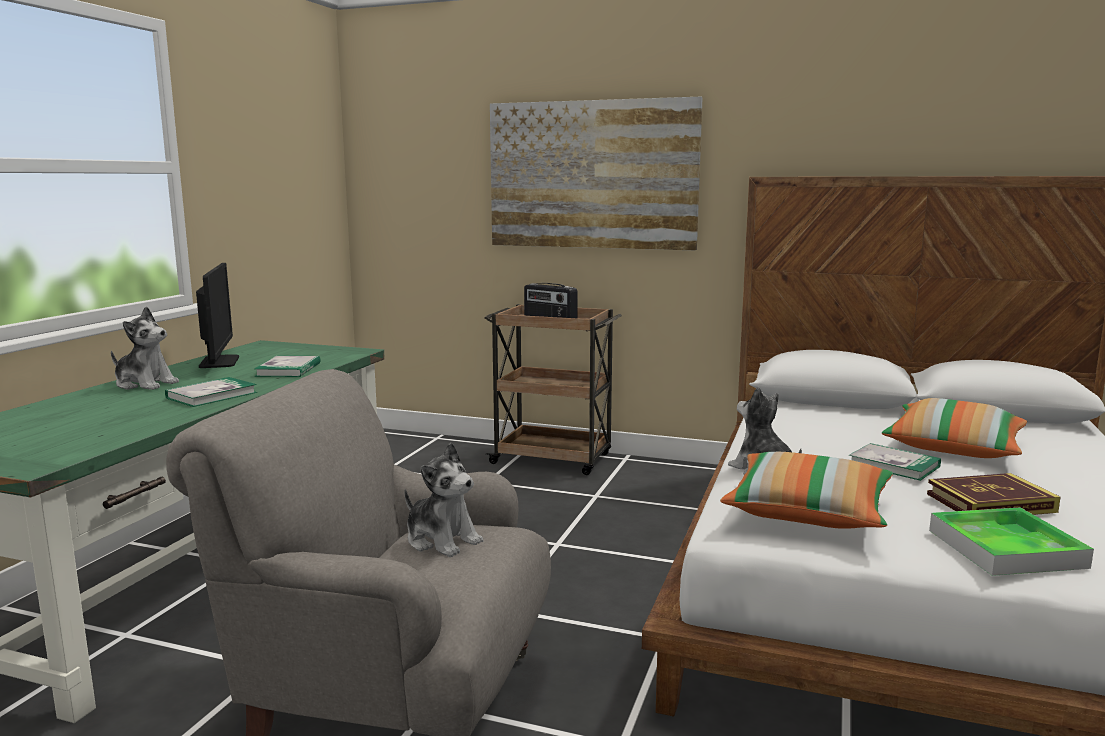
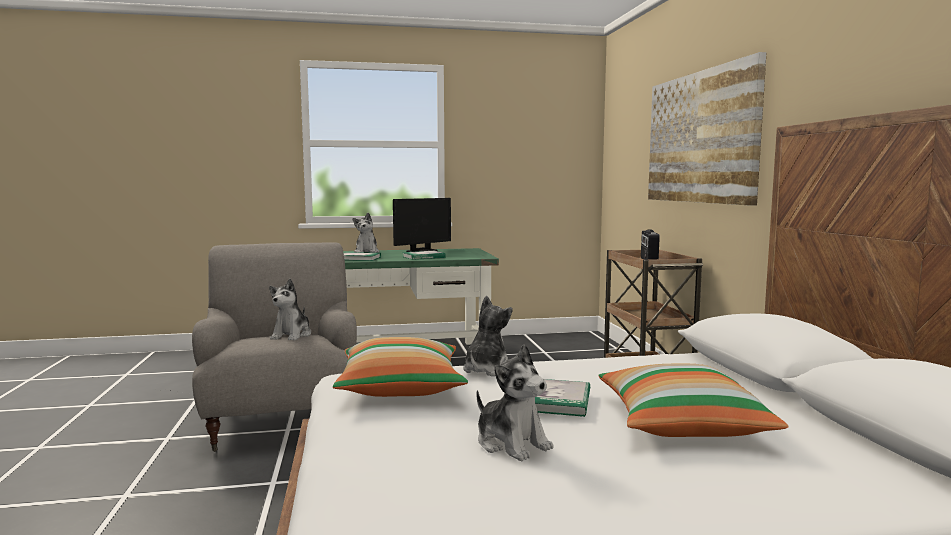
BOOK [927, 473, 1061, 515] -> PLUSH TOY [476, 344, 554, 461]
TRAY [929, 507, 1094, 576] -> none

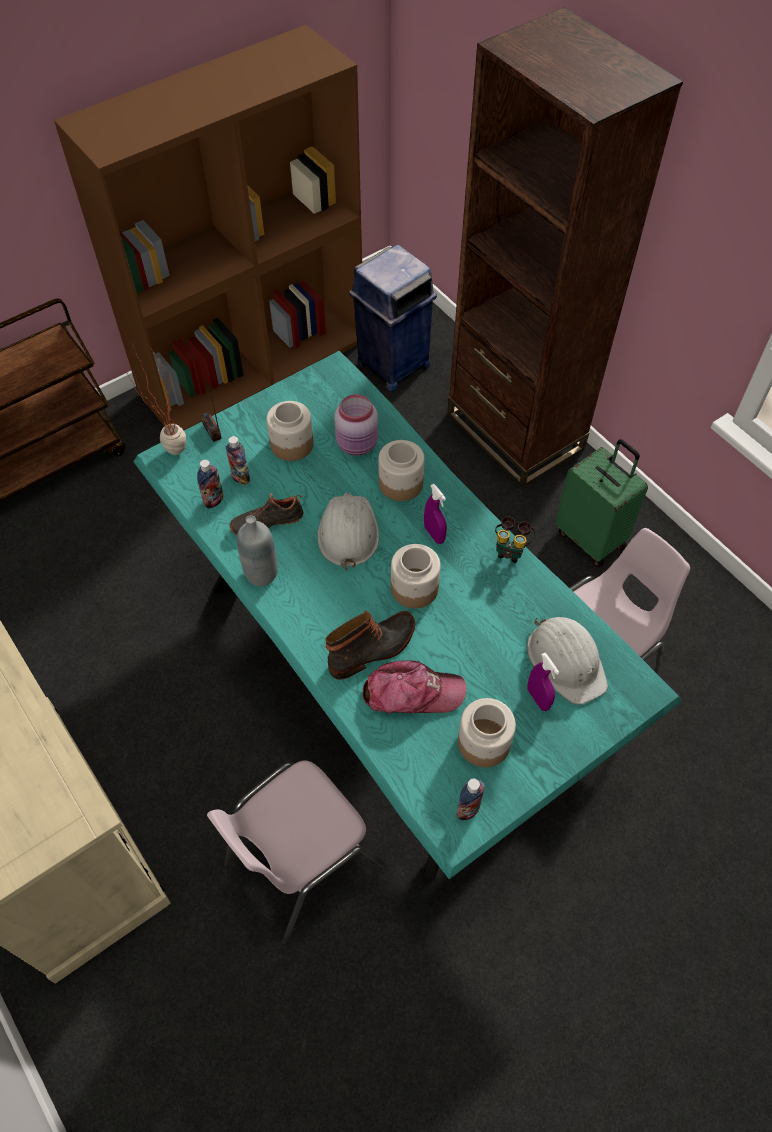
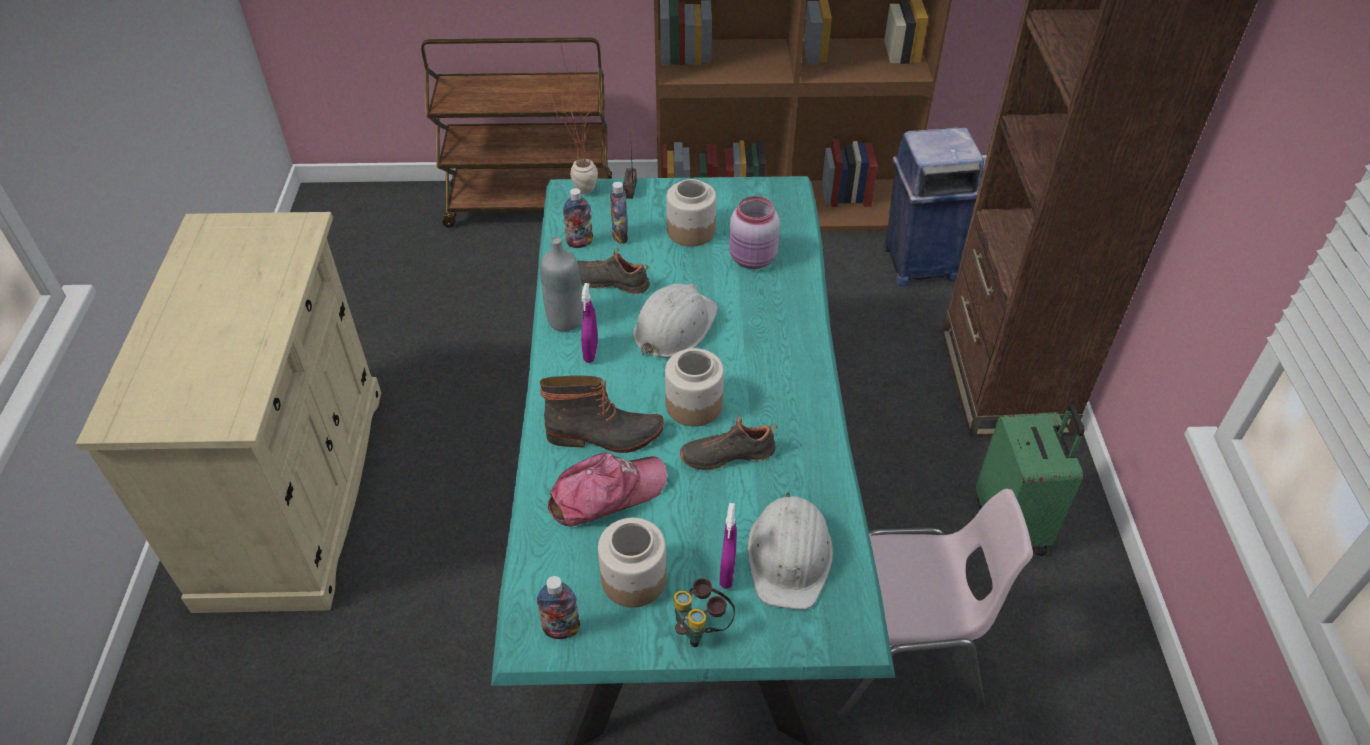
PINK CHAIR [207, 760, 386, 945] -> none
CAP [363, 661, 467, 714] -> CAP [548, 453, 667, 527], 60 degrees counterclockwise
JAR [378, 440, 425, 501] -> none
PURPLE SPRAY BOTTLE [424, 484, 447, 544] -> PURPLE SPRAY BOTTLE [581, 283, 598, 363], moved
BINOCULARS [495, 516, 535, 563] -> BINOCULARS [674, 578, 735, 647], moved
none -> BLACK SHOE [680, 417, 778, 471]

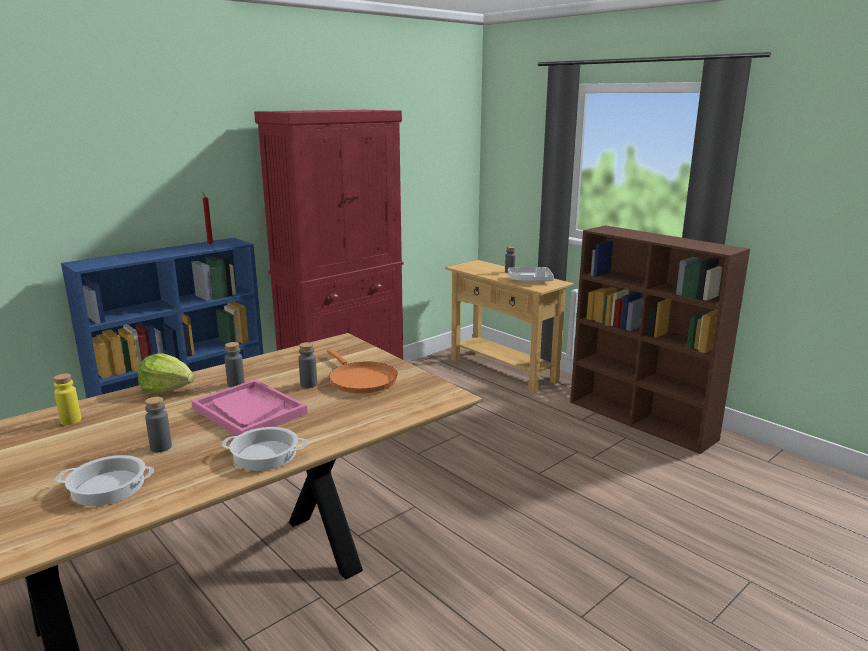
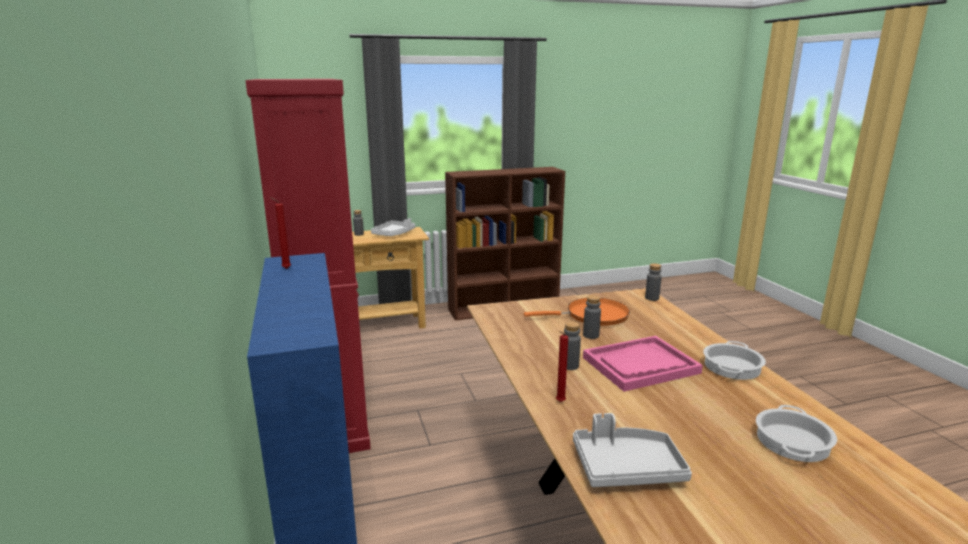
YELLOW BOTTLE [53, 373, 81, 425] -> GREY TRAY [573, 413, 692, 487]
LETTUCE [138, 353, 195, 393] -> RED CANDLE [556, 331, 568, 402]
GREY BOTTLE [145, 397, 172, 452] -> GREY BOTTLE [645, 263, 662, 301], moved

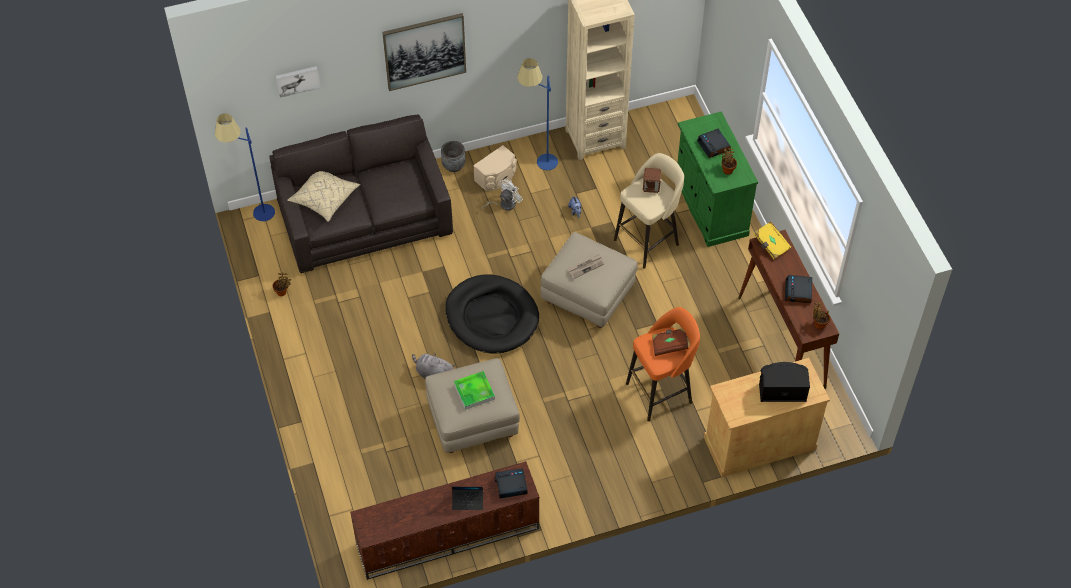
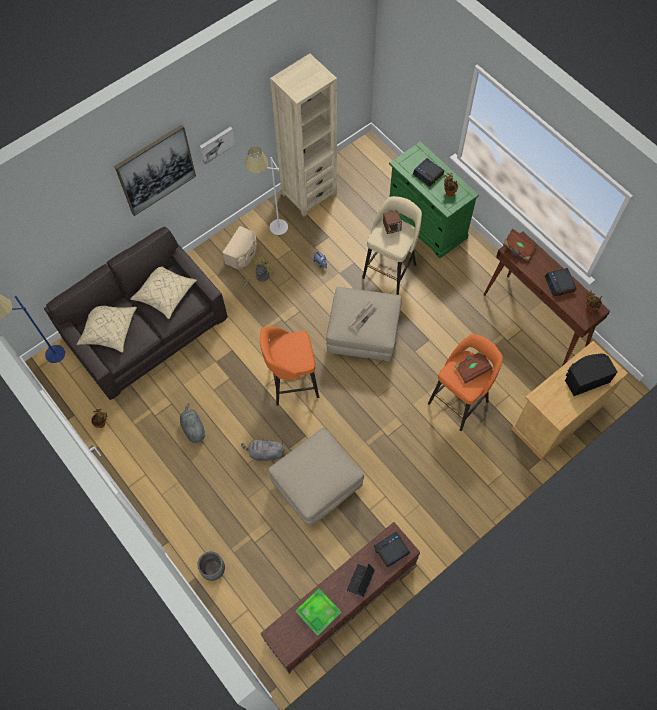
PICTURE [276, 66, 320, 98] -> PICTURE [200, 127, 235, 165], moved
GREY PLANTER [441, 141, 465, 172] -> GREY PLANTER [197, 551, 225, 581], moved
BLACK DOG BED [445, 274, 539, 354] -> ORANGE STOOL [260, 326, 319, 406]
LAPTOP [452, 487, 483, 510] -> LAPTOP [347, 564, 375, 597], 135 degrees clockwise
TRAY [454, 371, 495, 410] -> TRAY [296, 588, 341, 636], moved
WHITE FAN [480, 179, 523, 211] -> YELLOW FAN [242, 256, 275, 288]
BLUE FLOOR LAMP [517, 58, 558, 170] -> WHITE FLOOR LAMP [245, 147, 288, 235]
YELLOW BOOK [754, 222, 791, 259] -> BROWN BOOK [503, 229, 537, 262]
none -> BEIGE PILLOW [130, 266, 197, 319]
none -> GREY PLUSH TOY [180, 403, 205, 443]

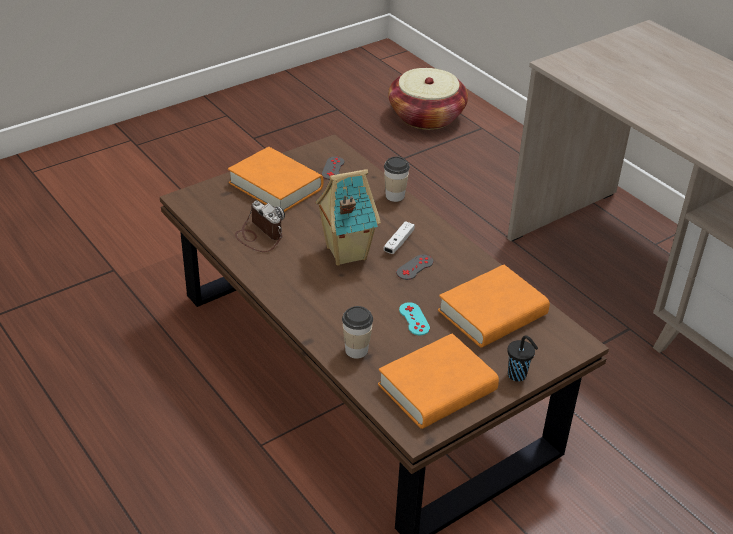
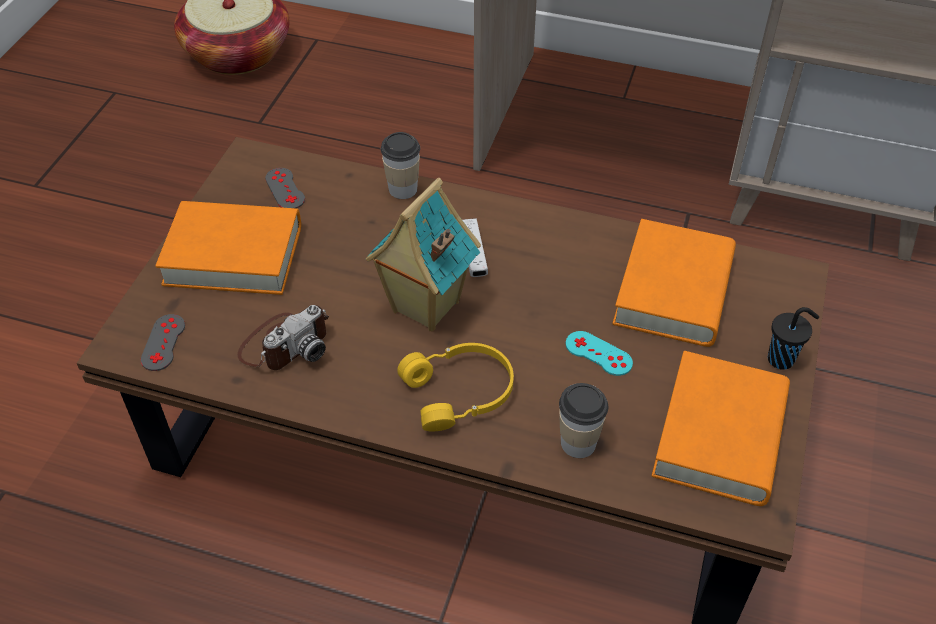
PHOTO CAMERA [235, 201, 285, 252] -> PHOTO CAMERA [237, 305, 329, 370], 120 degrees clockwise
GREY GAME CONTROLLER [396, 255, 433, 280] -> GREY GAME CONTROLLER [141, 314, 185, 371], moved
none -> YELLOW HEADPHONES [397, 343, 514, 431]

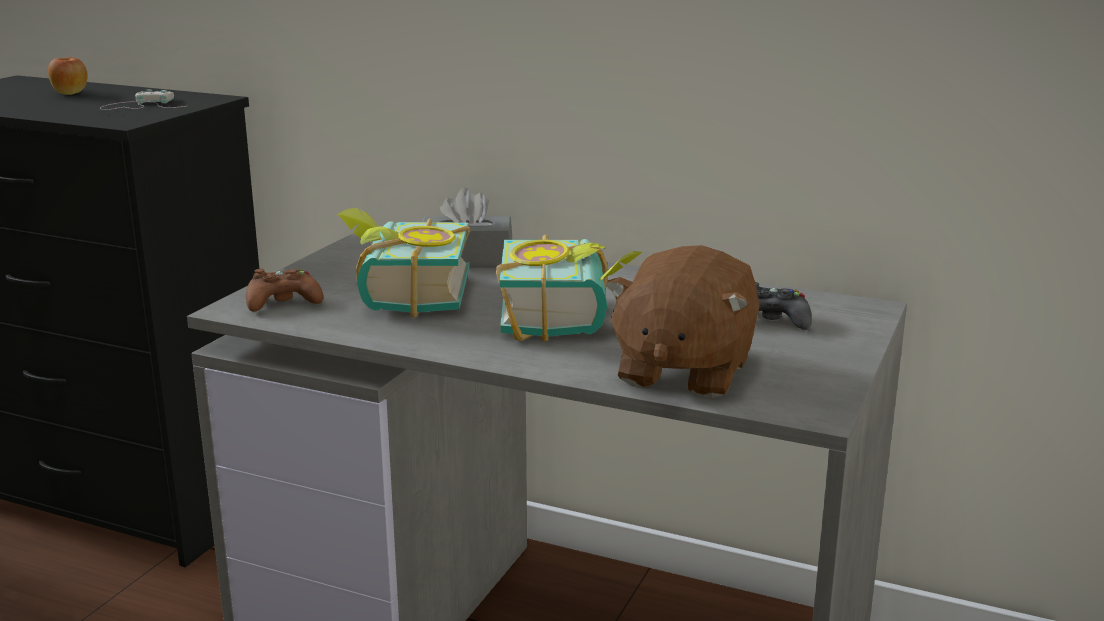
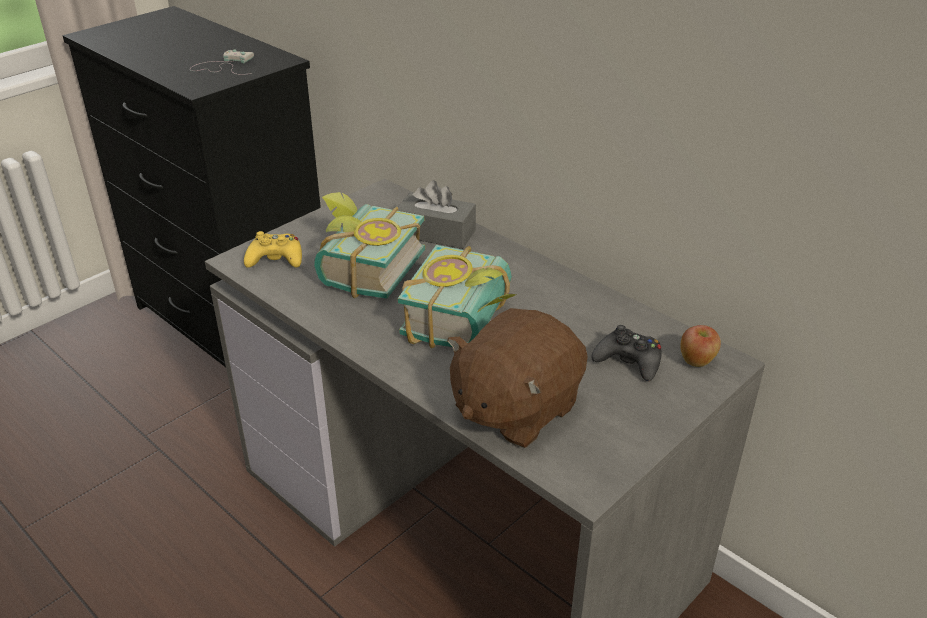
APPLE [48, 57, 88, 95] -> APPLE [680, 325, 721, 367], moved
BROWN GAME CONTROLLER [246, 269, 323, 312] -> YELLOW GAME CONTROLLER [244, 231, 302, 268]

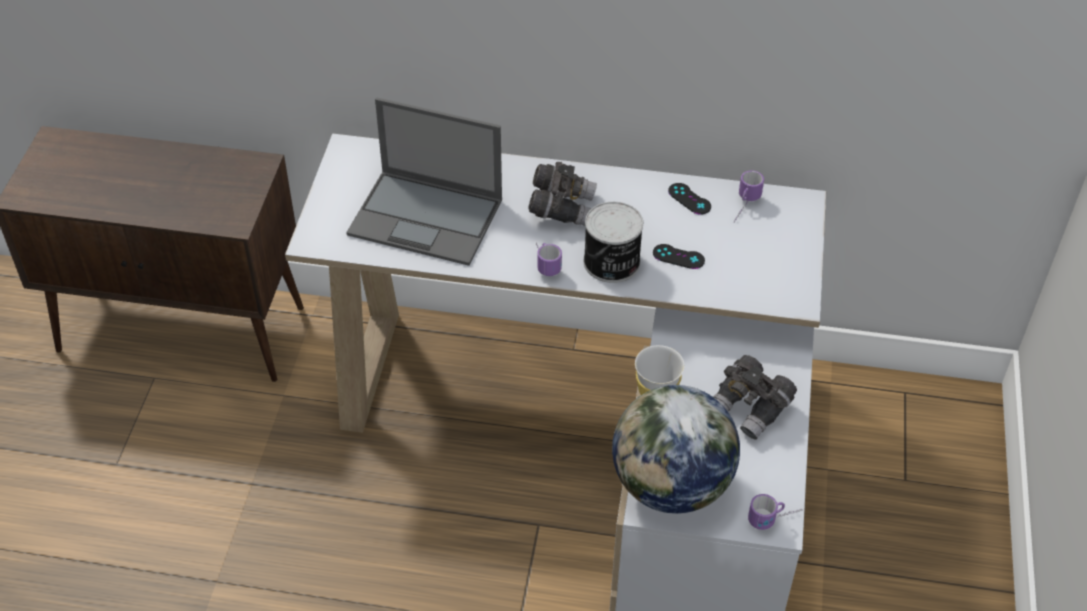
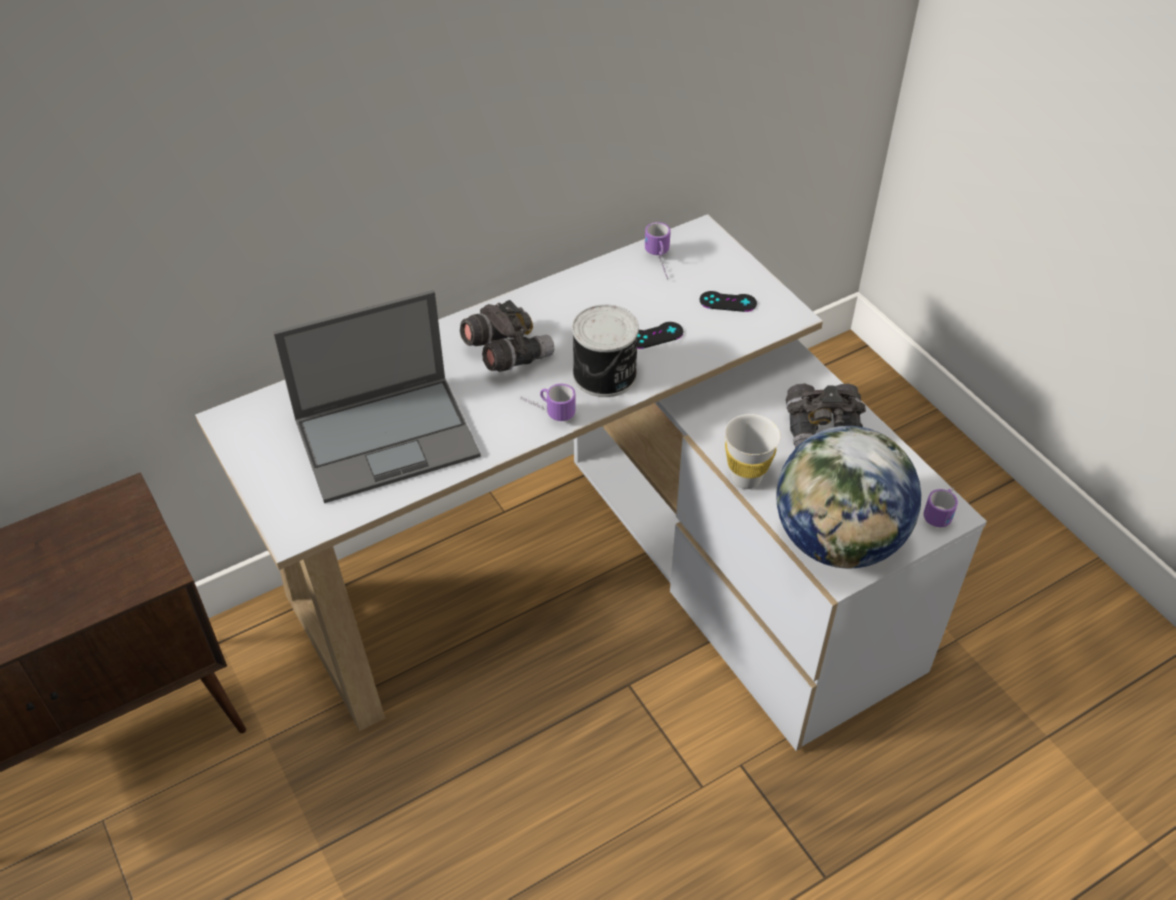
BLACK GAME CONTROLLER [668, 183, 711, 215] -> BLACK GAME CONTROLLER [700, 291, 757, 312], moved

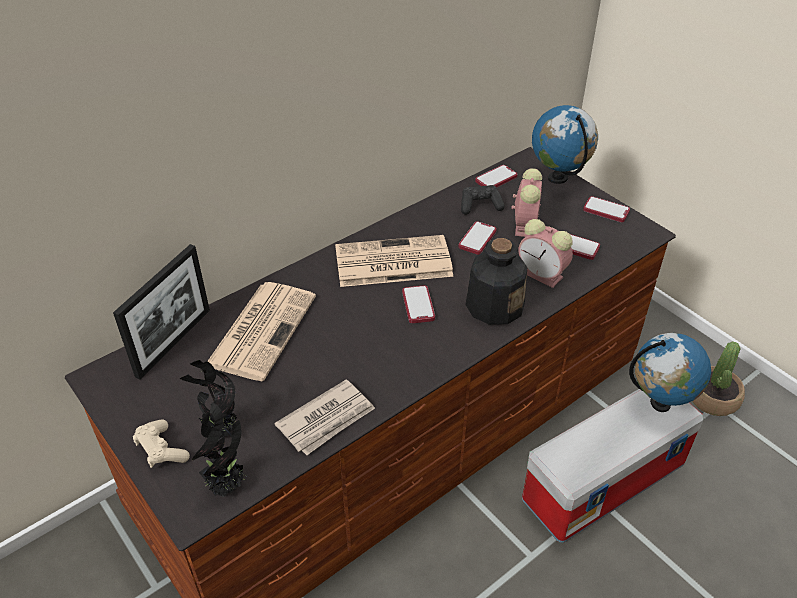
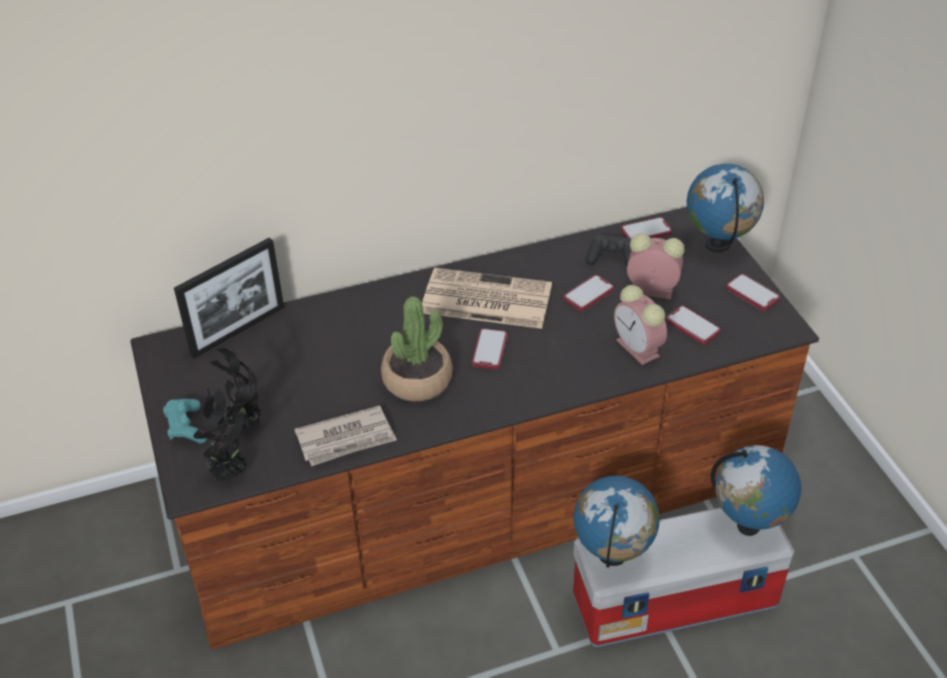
BEIGE GAME CONTROLLER [133, 420, 190, 468] -> TURQUOISE GAME CONTROLLER [163, 399, 207, 444]
NEWSPAPER [207, 282, 316, 381] -> none
BOTTLE [465, 238, 527, 325] -> none
ALARM CLOCK [511, 168, 542, 237] -> ALARM CLOCK [627, 233, 684, 300], 105 degrees counterclockwise
POTTED PLANT [692, 341, 745, 416] -> POTTED PLANT [381, 296, 453, 402], moved
none -> GLOBE [573, 476, 660, 568]

